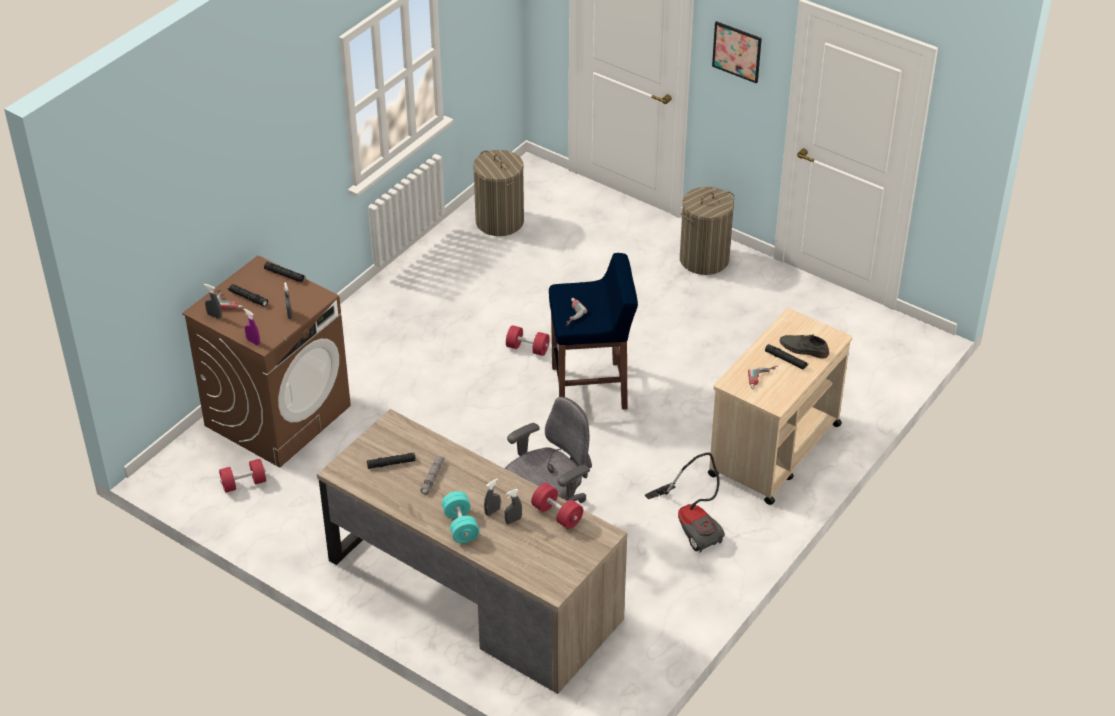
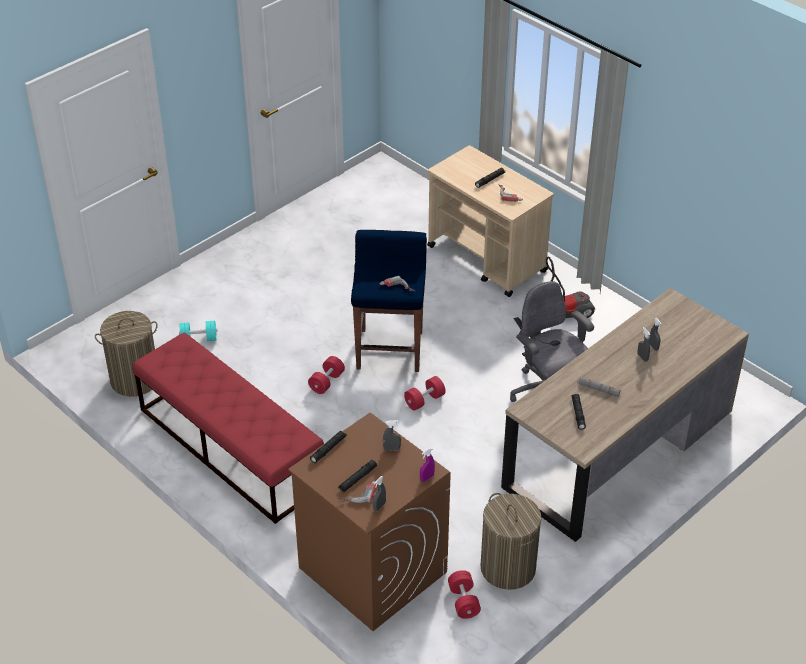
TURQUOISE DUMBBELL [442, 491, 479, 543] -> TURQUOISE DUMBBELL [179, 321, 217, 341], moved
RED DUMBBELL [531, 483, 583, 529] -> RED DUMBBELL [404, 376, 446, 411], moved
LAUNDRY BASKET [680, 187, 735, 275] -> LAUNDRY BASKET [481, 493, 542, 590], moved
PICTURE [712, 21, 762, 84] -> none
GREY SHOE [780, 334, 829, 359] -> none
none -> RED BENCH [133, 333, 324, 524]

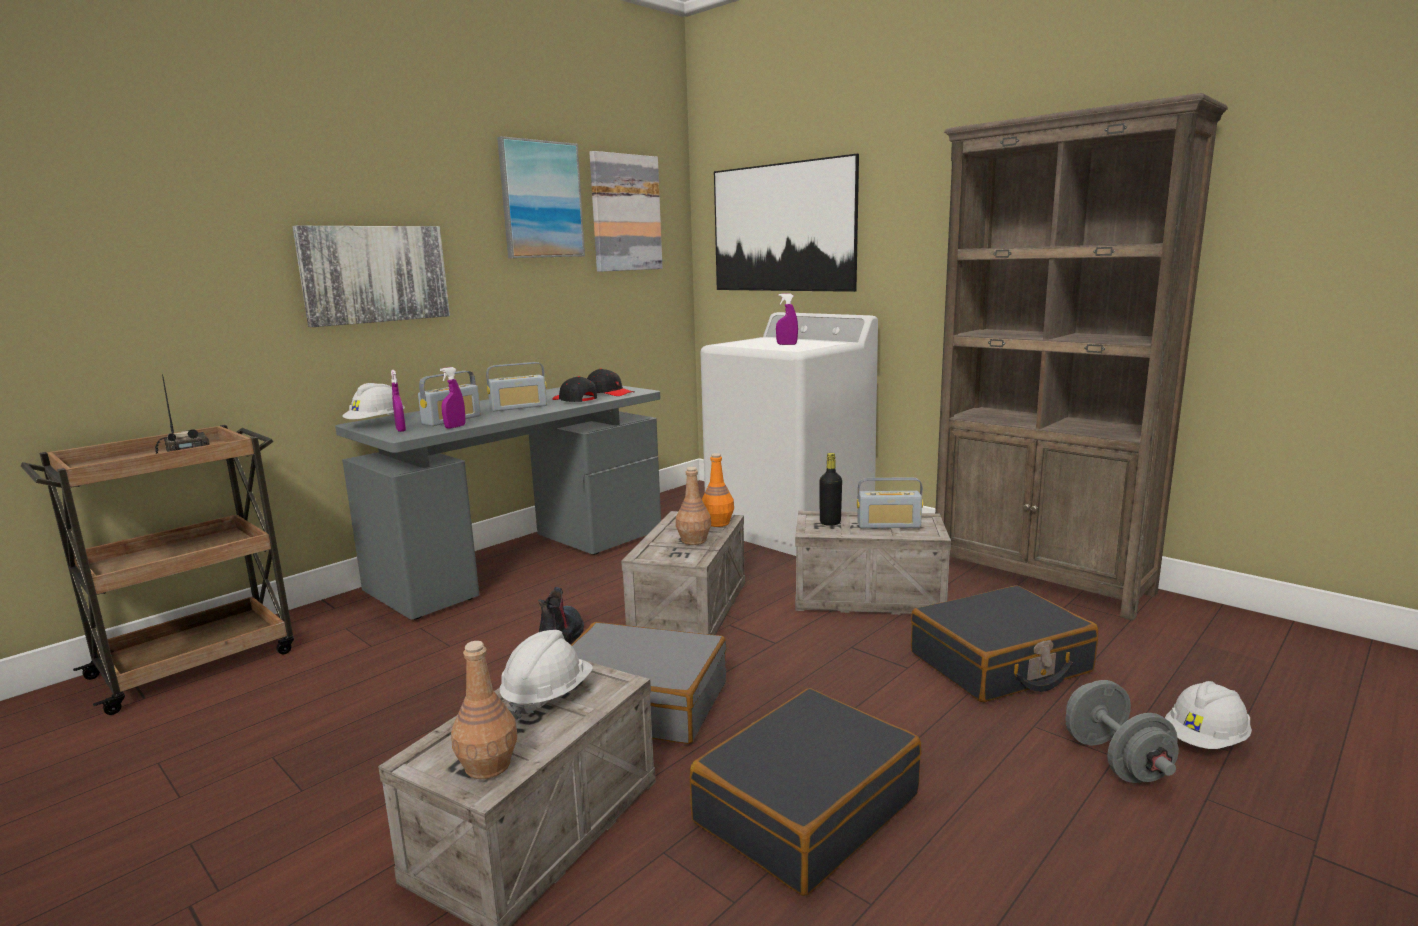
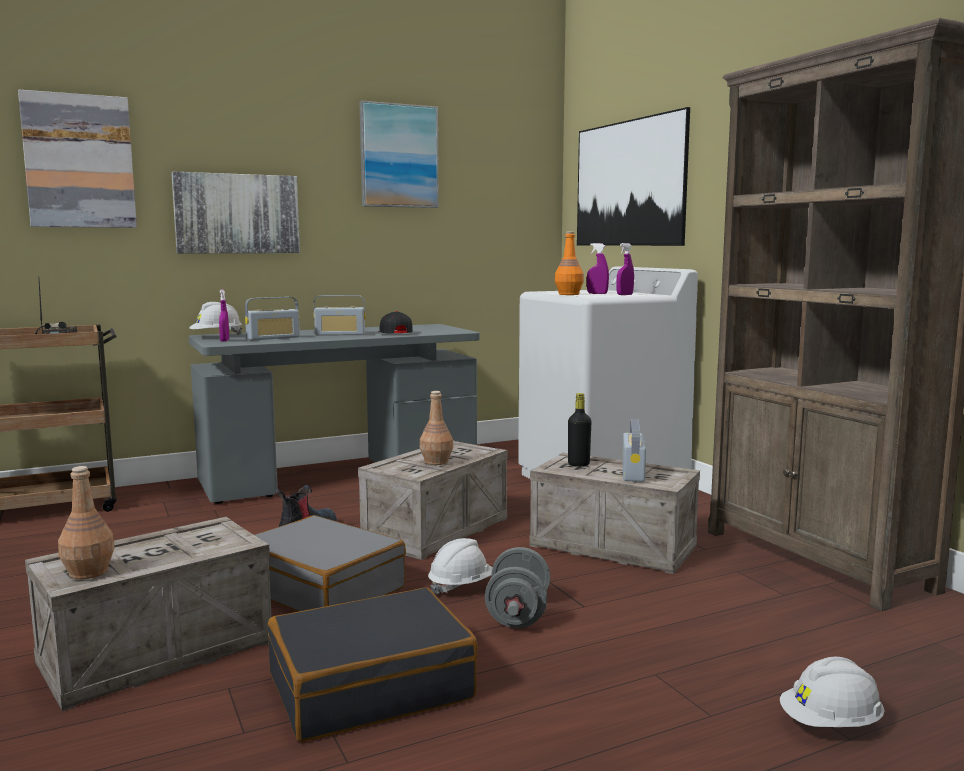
PURPLE SPRAY BOTTLE [440, 367, 465, 429] -> PURPLE SPRAY BOTTLE [616, 243, 634, 295], moved
WHITE HARD HAT [500, 630, 593, 719] -> WHITE HARD HAT [428, 538, 493, 596], moved
BLACK CAP [587, 368, 634, 396] -> none
PICTURE [589, 151, 663, 272] -> PICTURE [18, 90, 137, 228], moved
ORANGE BOTTLE [702, 453, 734, 527] -> ORANGE BOTTLE [555, 231, 584, 295], moved
RADIO [857, 477, 923, 528] -> RADIO [622, 419, 646, 482], 105 degrees counterclockwise
BLACK SUITCASE [911, 585, 1098, 702] -> none
GREY DUMBBELL [1065, 680, 1179, 783] -> GREY DUMBBELL [485, 547, 550, 628], moved

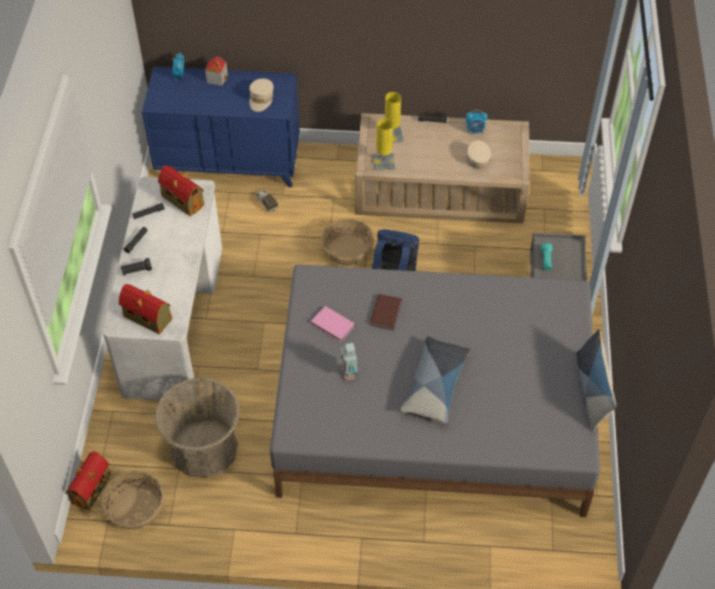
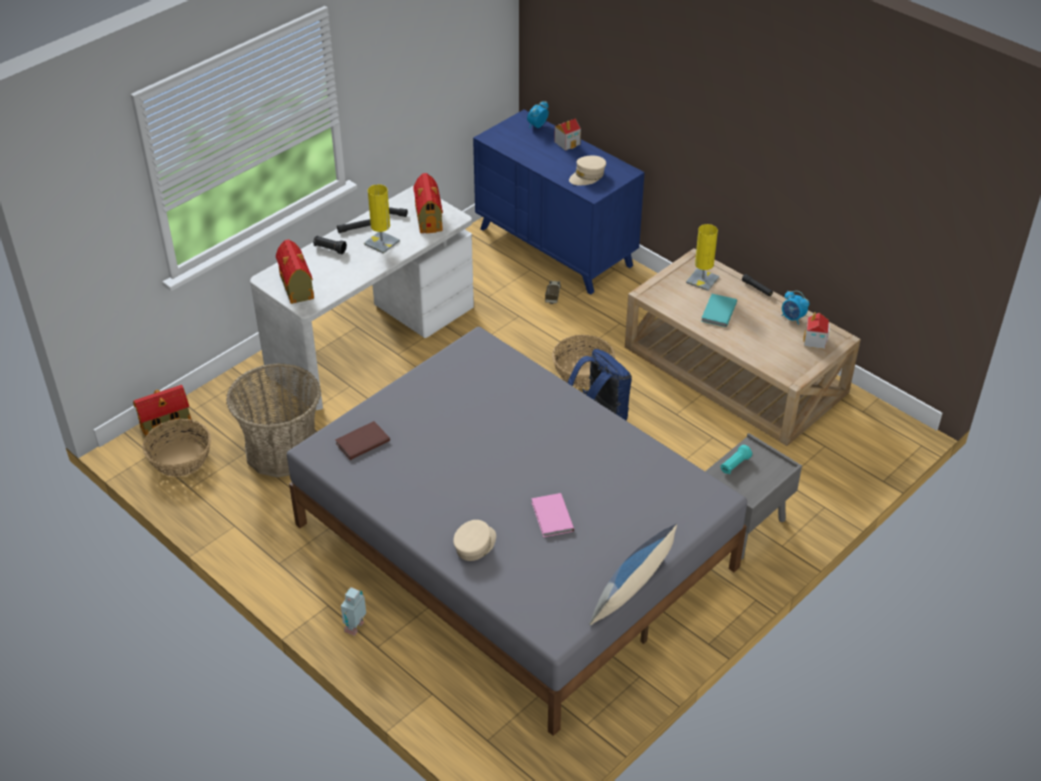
PINK BOOK [310, 306, 356, 342] -> PINK BOOK [531, 493, 574, 537], moved
TOY ROBOT [340, 343, 358, 381] -> TOY ROBOT [341, 587, 366, 636], moved
BROWN BOOK [370, 294, 402, 330] -> BROWN BOOK [335, 421, 390, 460], moved
YELLOW TABLE LAMP [373, 118, 395, 170] -> YELLOW TABLE LAMP [364, 184, 400, 254], moved
PILLOW [400, 336, 470, 424] -> none
BEIGE CAP [466, 140, 491, 169] -> BEIGE CAP [453, 520, 496, 561], moved
none -> TURQUOISE BOOK [701, 294, 737, 327]
none -> TOY HOUSE [803, 312, 830, 349]

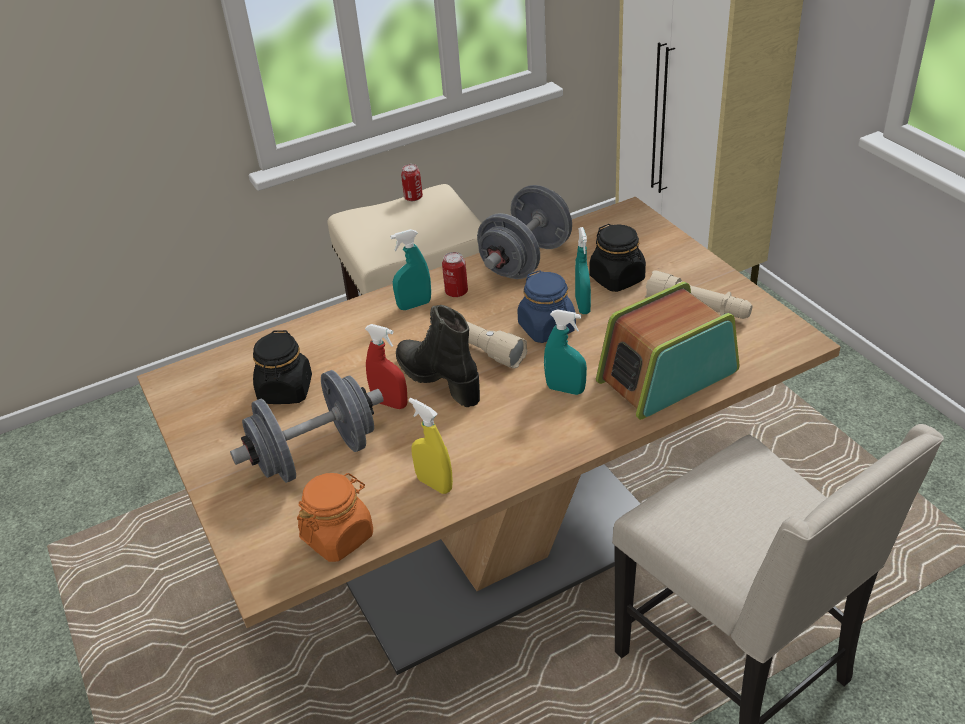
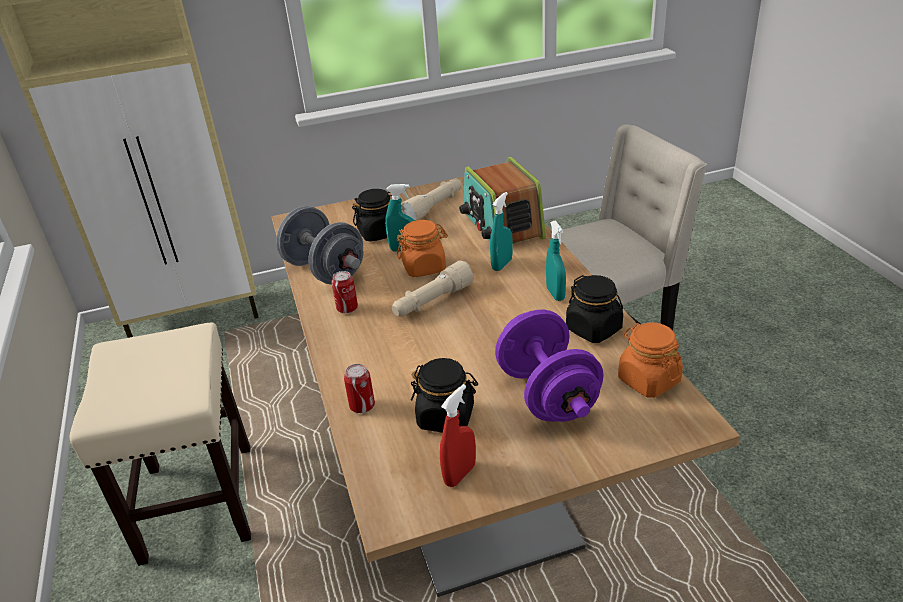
GREY DUMBBELL [230, 370, 384, 483] -> PURPLE DUMBBELL [495, 310, 604, 422]
RED SPRAY BOTTLE [365, 324, 408, 409] -> RED SPRAY BOTTLE [440, 384, 476, 487], moved
TURQUOISE SPRAY BOTTLE [390, 229, 431, 310] -> TURQUOISE SPRAY BOTTLE [546, 220, 566, 301], moved
BLACK BOOT [396, 305, 480, 407] -> none
CAN [401, 164, 423, 201] -> CAN [344, 364, 375, 413], moved
YELLOW SPRAY BOTTLE [409, 398, 453, 494] -> BLACK JAR [566, 275, 623, 343]
BLUE JAR [517, 270, 576, 343] -> ORANGE JAR [397, 220, 448, 277]

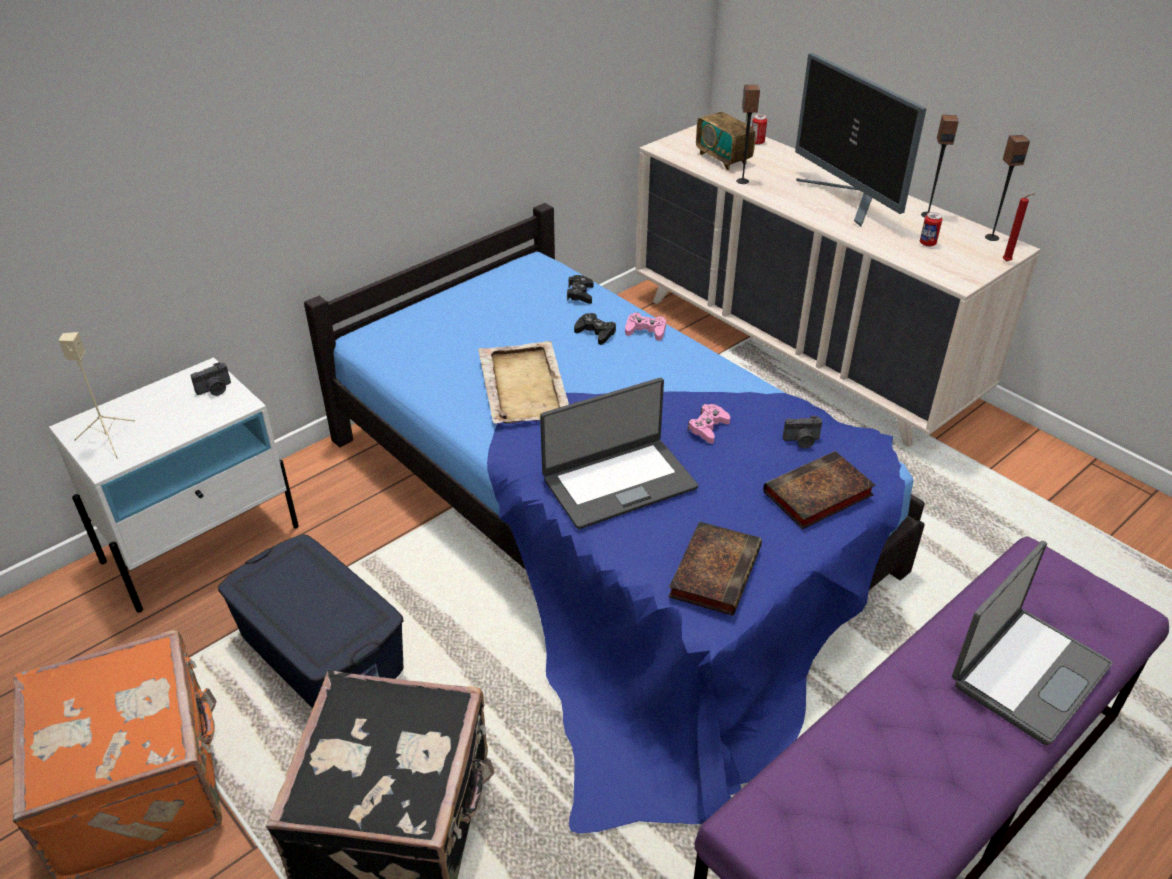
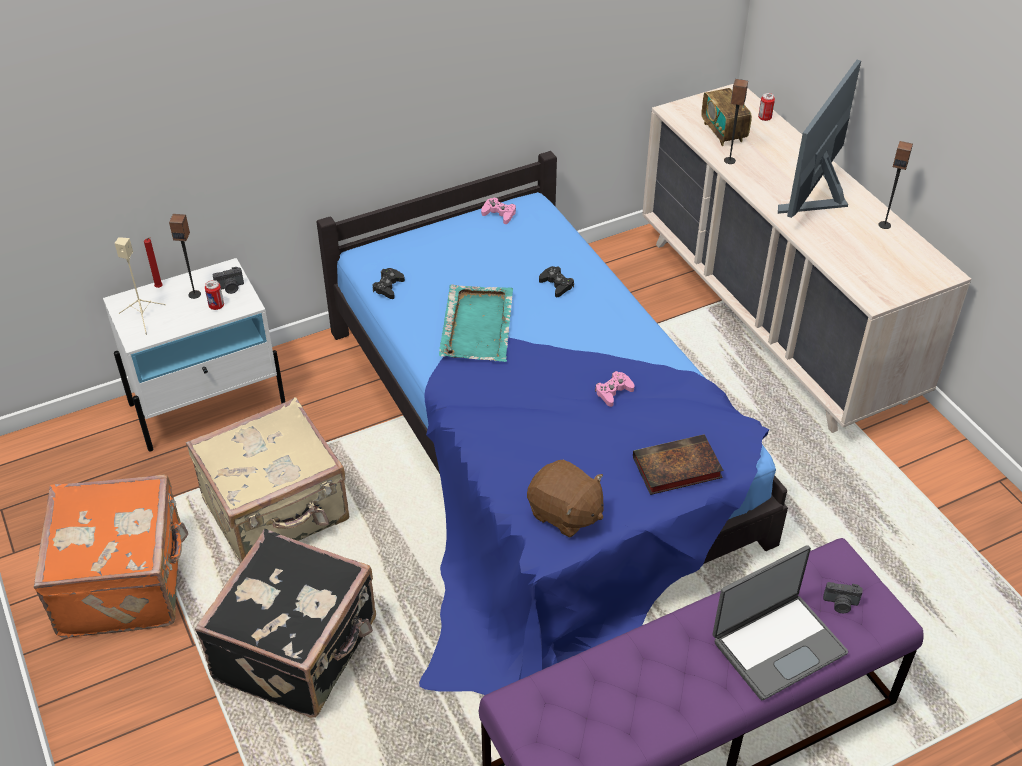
BLUE STORAGE BOX [218, 534, 404, 708] -> BEIGE SUITCASE [186, 397, 349, 563]
BEIGE TRAY [478, 341, 569, 423] -> TURQUOISE TRAY [439, 284, 513, 362]
LAPTOP [540, 378, 698, 529] -> none
BLACK GAME CONTROLLER [567, 275, 594, 304] -> BLACK GAME CONTROLLER [373, 268, 405, 299], moved
PINK GAME CONTROLLER [625, 313, 666, 341] -> PINK GAME CONTROLLER [481, 197, 516, 224], moved
BOOK [668, 522, 762, 616] -> BROWN PLUSH TOY [527, 460, 603, 538]
PHOTO CAMERA [783, 416, 822, 449] -> PHOTO CAMERA [823, 582, 863, 613], moved
MONITOR [795, 53, 927, 227] -> MONITOR [778, 60, 861, 218], 45 degrees clockwise
CAN [920, 212, 942, 247] -> CAN [205, 280, 224, 310], moved
SPEAKER [985, 135, 1030, 241] -> SPEAKER [169, 214, 201, 299], moved
RED CANDLE [1003, 193, 1036, 262] -> RED CANDLE [144, 237, 163, 288], moved

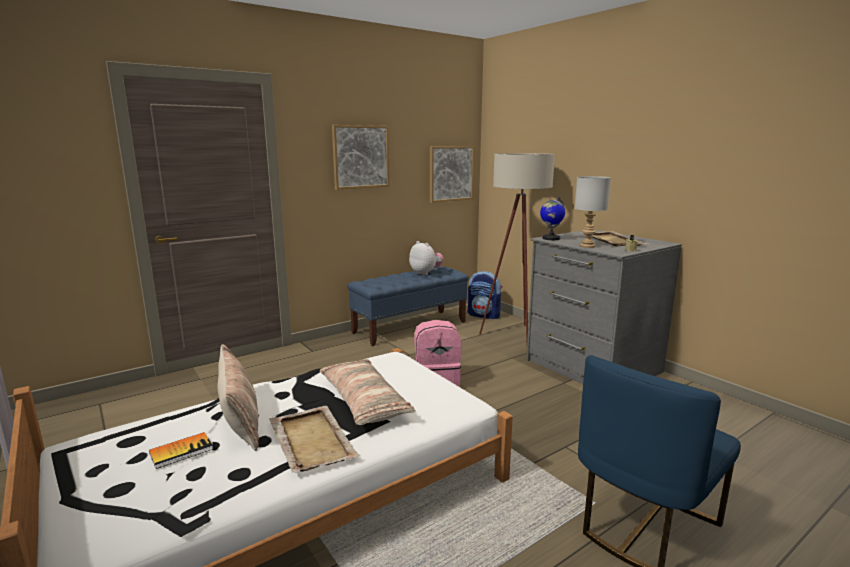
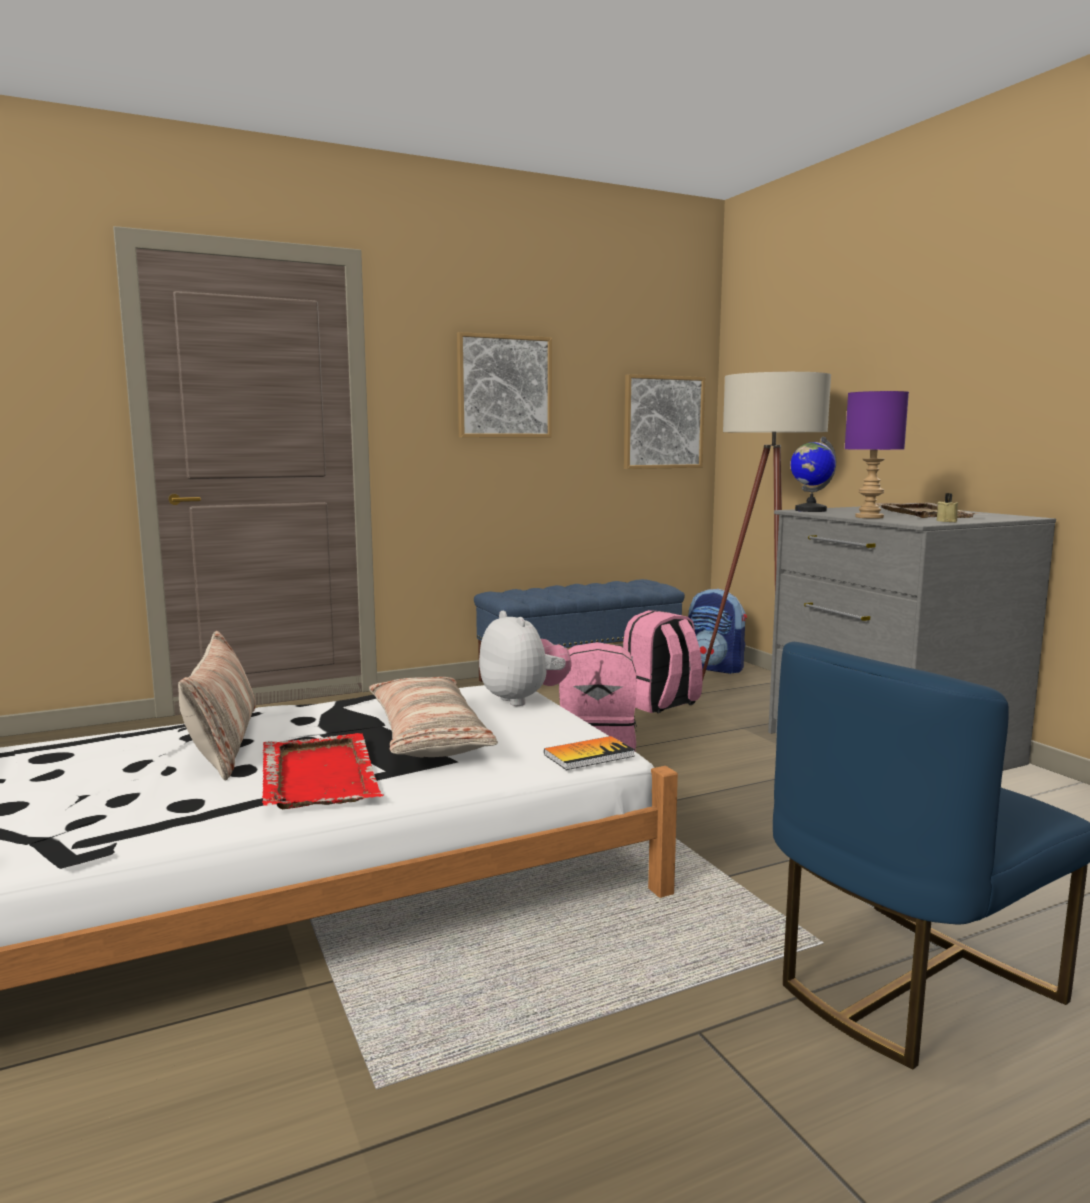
BOOK [149, 432, 213, 469] -> BOOK [544, 736, 635, 770], moved
BEIGE TRAY [269, 406, 360, 473] -> RED TRAY [262, 733, 384, 809]
PLUSH TOY [409, 241, 443, 276] -> PLUSH TOY [479, 611, 572, 706], moved
GREY TABLE LAMP [575, 176, 611, 248] -> PURPLE TABLE LAMP [845, 391, 909, 519]
none -> PINK BACKPACK [623, 610, 702, 713]

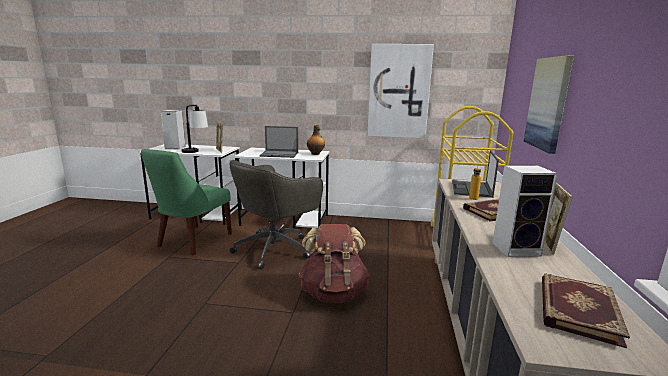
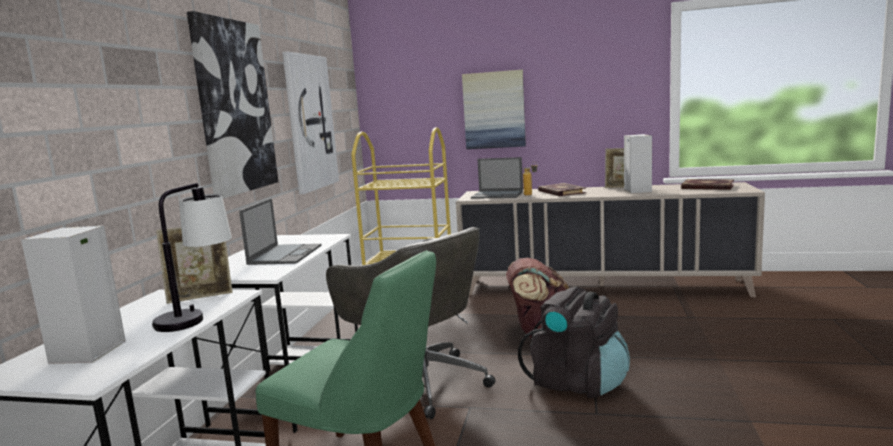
BOTTLE [307, 125, 325, 155] -> none
none -> PICTURE [187, 11, 278, 199]
none -> BLACK BACKPACK [518, 287, 630, 398]

